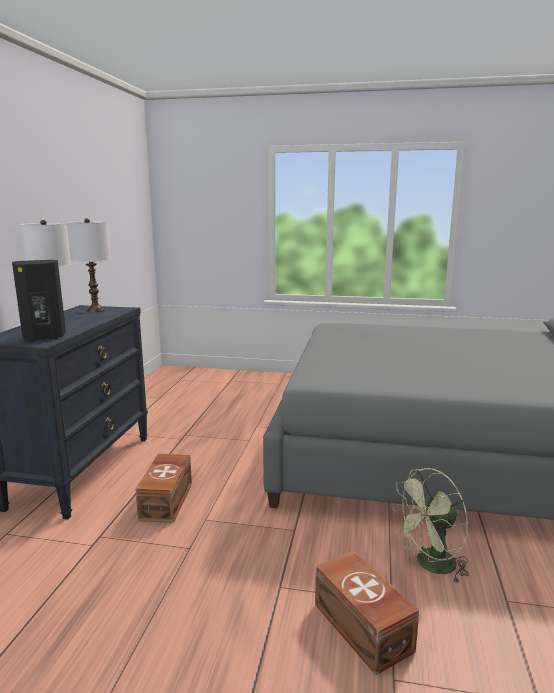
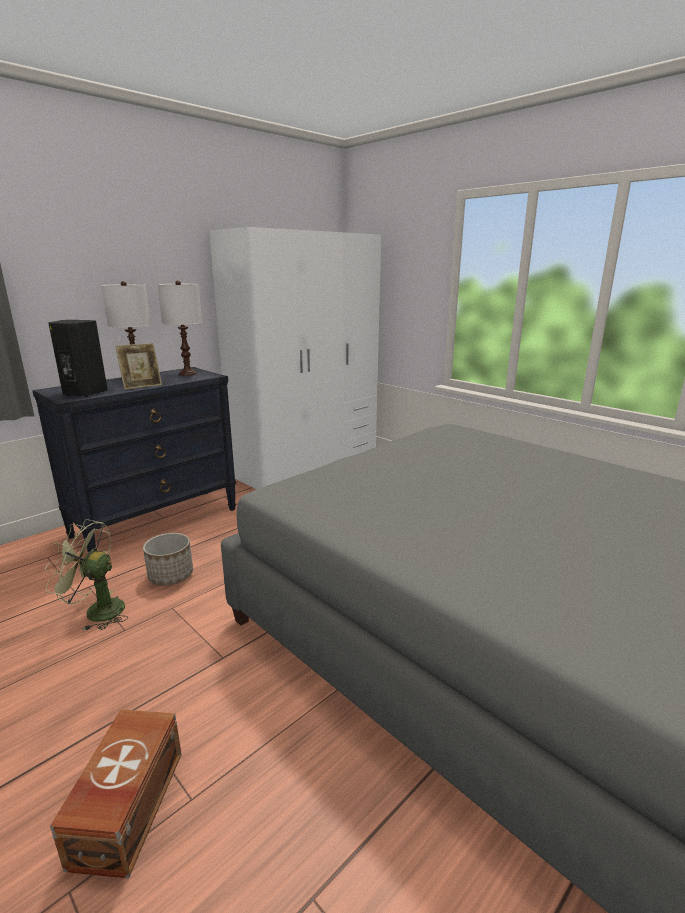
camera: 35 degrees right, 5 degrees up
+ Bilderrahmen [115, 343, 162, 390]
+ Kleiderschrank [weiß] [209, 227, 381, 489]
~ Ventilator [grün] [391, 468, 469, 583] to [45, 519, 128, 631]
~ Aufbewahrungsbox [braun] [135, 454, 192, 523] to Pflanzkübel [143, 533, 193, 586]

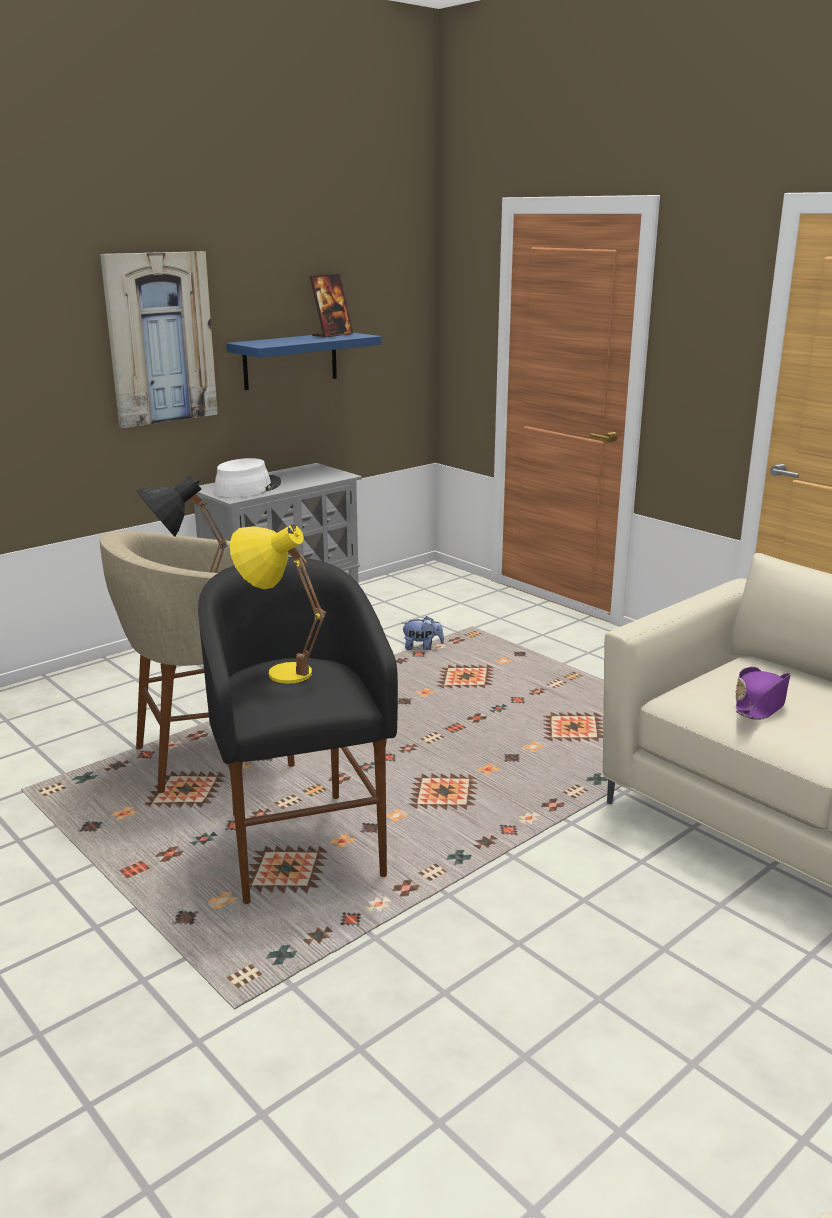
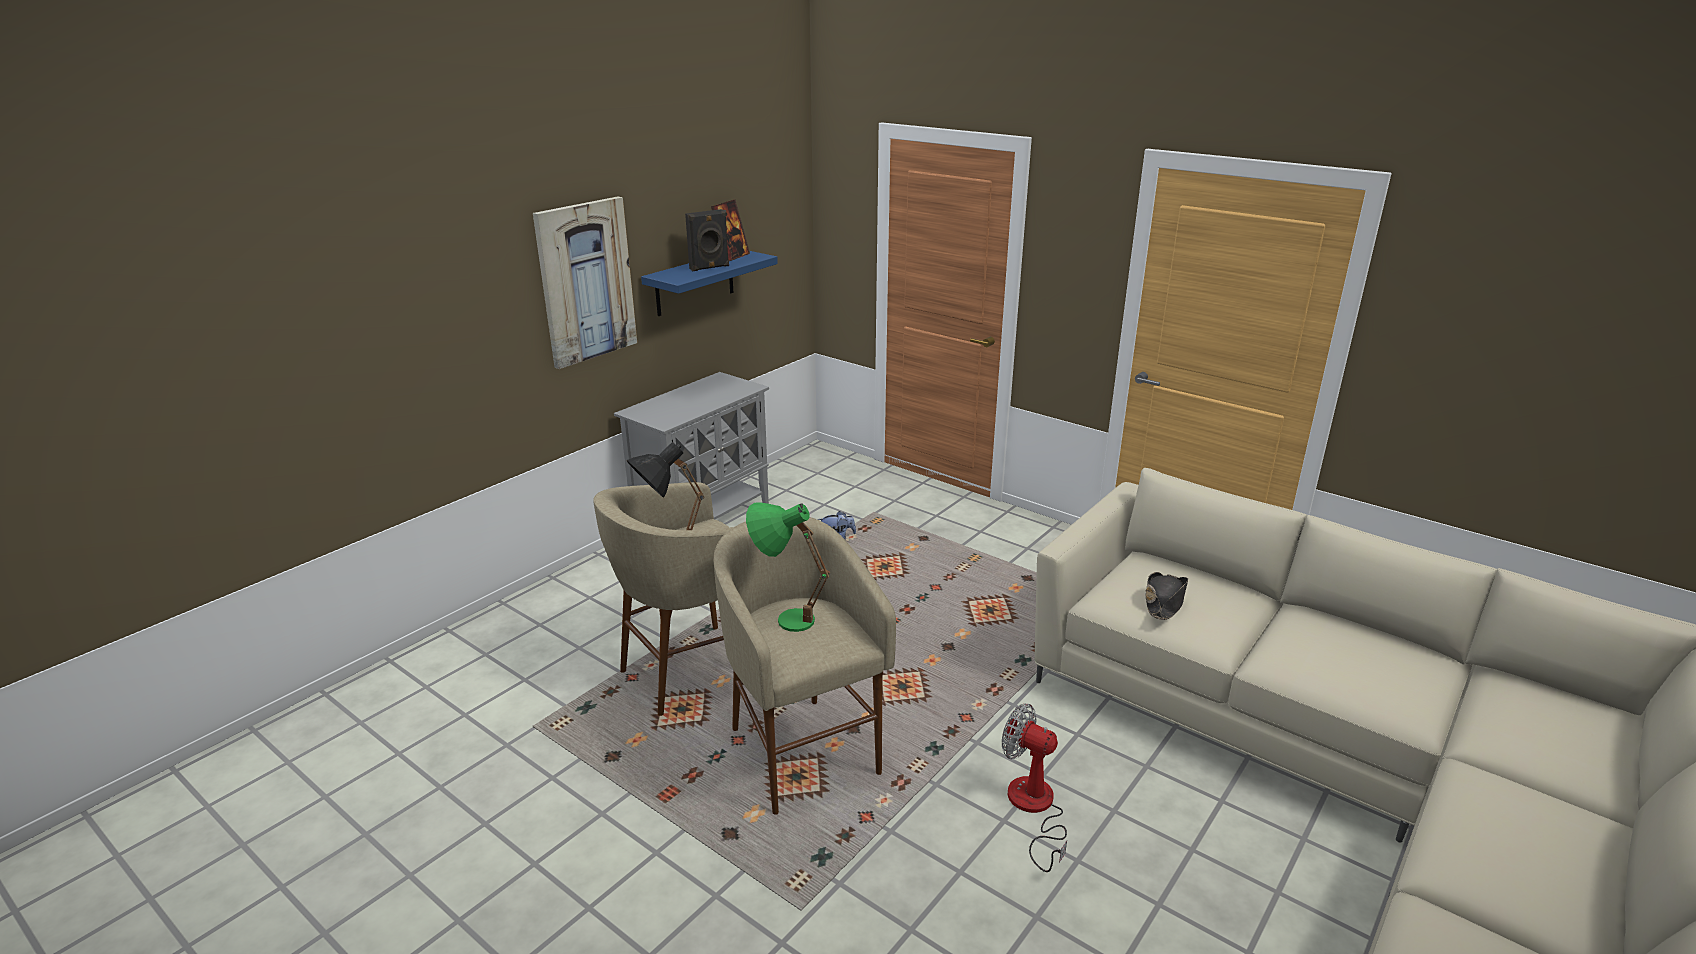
camera: 10 degrees left, 5 degrees up
- Hut [weiß] [214, 458, 281, 497]
+ Lautsprecher [schwarz] [685, 209, 729, 271]
+ Ventilator [1002, 704, 1067, 872]
~ Hocker [schwarz] [198, 557, 398, 904] to Hocker [beige] [714, 517, 896, 815]
~ Tischlampe [gelb] [230, 525, 326, 684] to Tischlampe [grün] [746, 503, 830, 632]
~ Hut [lila] [735, 667, 791, 720] to Hut [schwarz] [1146, 572, 1188, 620]

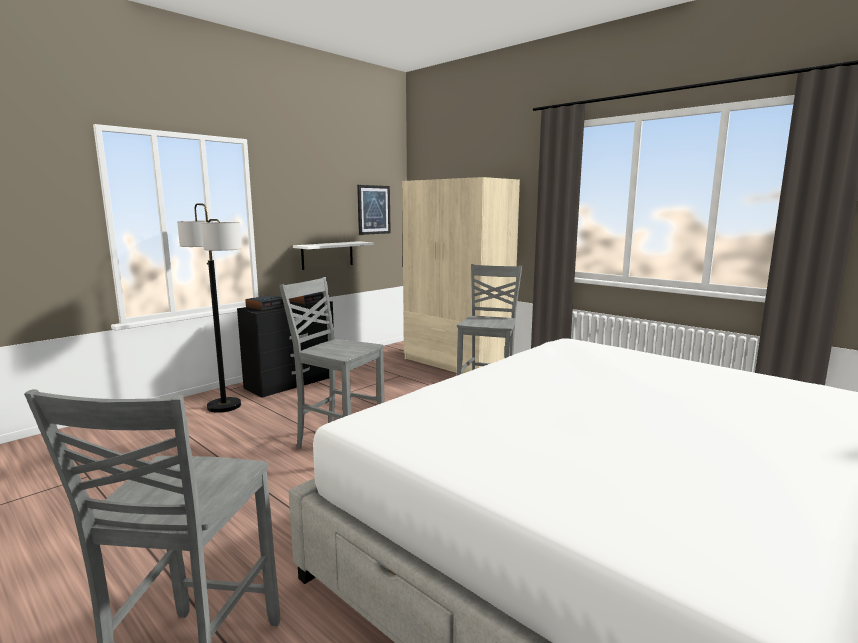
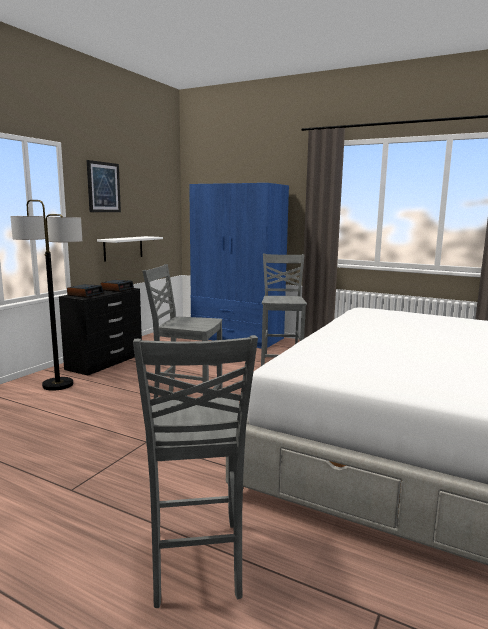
camera: 15 degrees left, 0 degrees up
~ Bild [357, 185, 391, 235] to [87, 160, 121, 212]
~ Kleiderschrank [beige] [402, 177, 520, 374] to Kleiderschrank [blau] [189, 183, 289, 349]

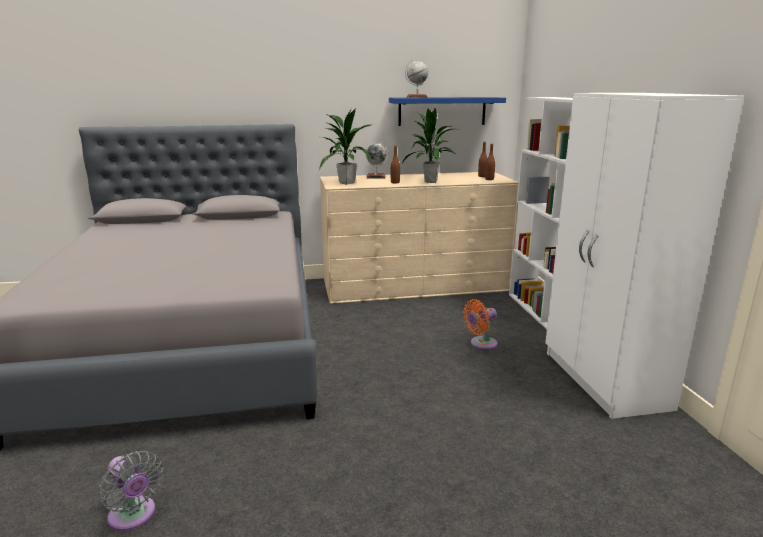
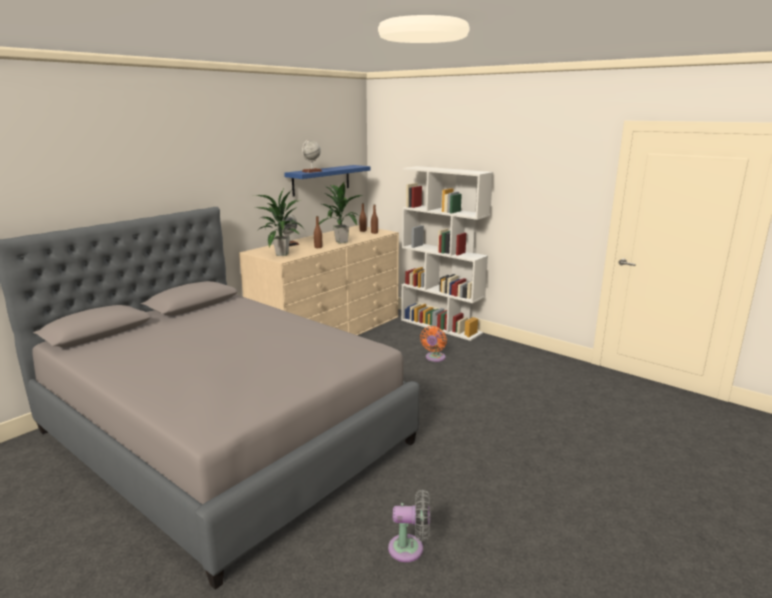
camera: 40 degrees left, 0 degrees up
- Kleiderschrank [weiß] [545, 93, 744, 419]

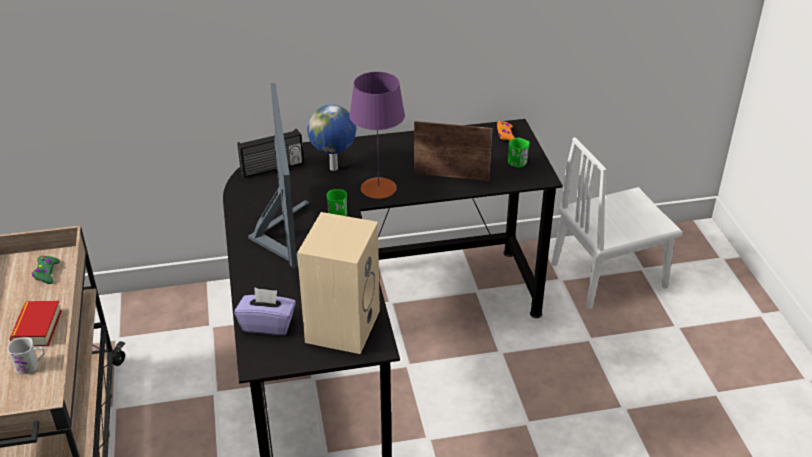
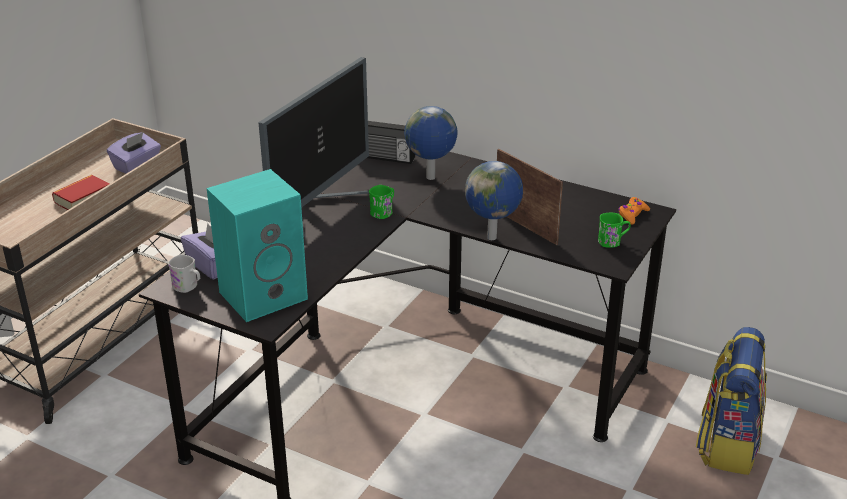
camera: 40 degrees right, 5 degrees down
- Tischlampe [lila] [349, 72, 405, 198]
+ Globus [465, 161, 523, 240]
~ Henkelbecher [weiß] [8, 337, 45, 374] to [168, 254, 200, 293]
~ Gamepad [grün] [32, 256, 60, 284] to Taschentuchbox [lila] [107, 132, 161, 174]
~ Stuhl [weiß] [552, 137, 683, 310] to Rucksack [696, 327, 767, 475]
~ Lautsprecher [beige] [297, 212, 380, 354] to Lautsprecher [türkis] [207, 169, 308, 322]

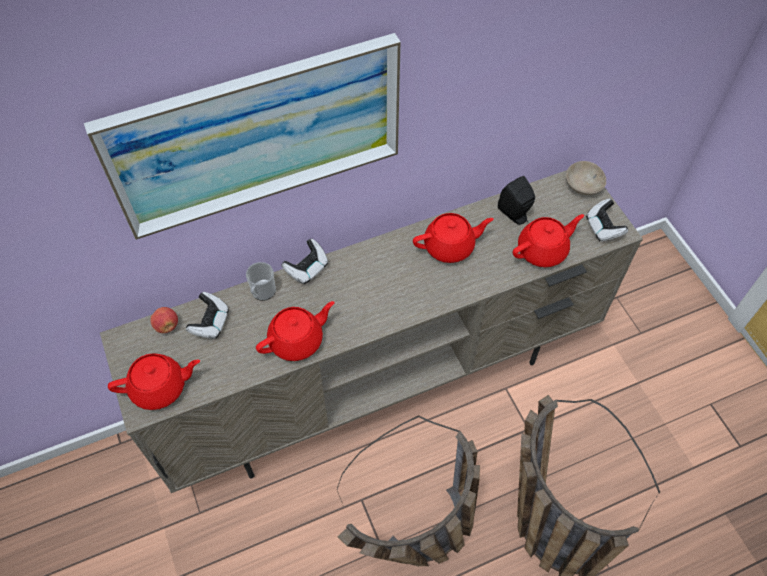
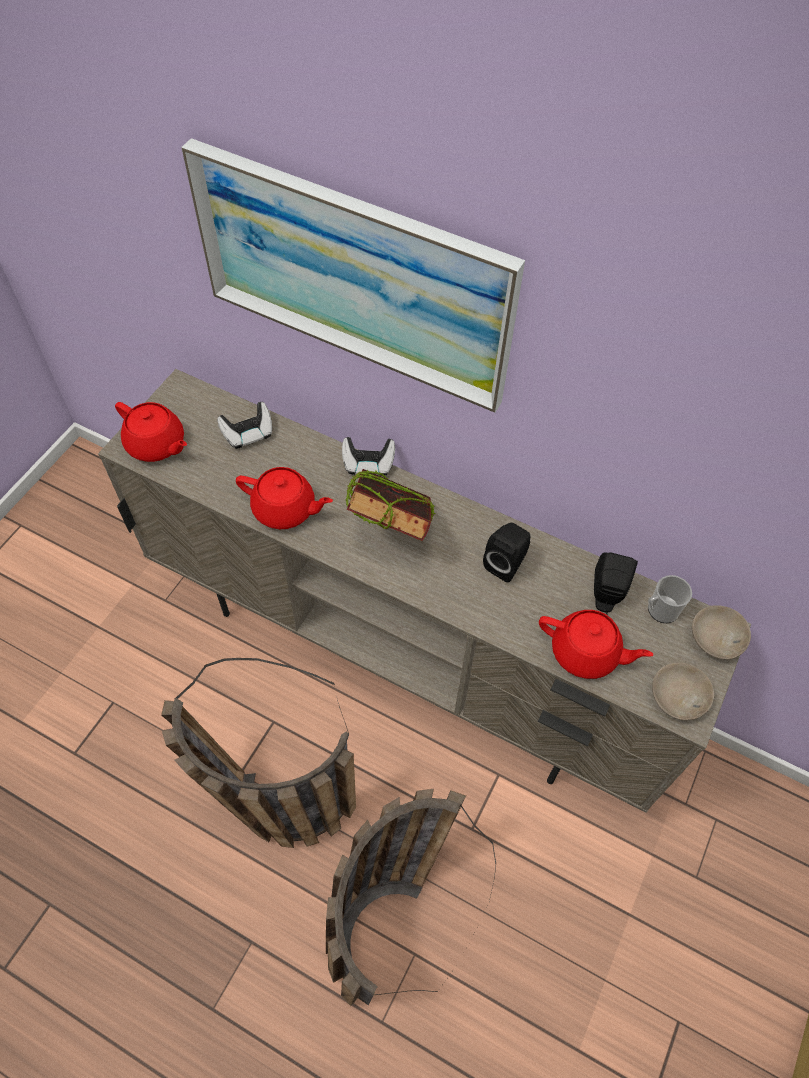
camera: 50 degrees right, 0 degrees up
- Apfel [150, 307, 178, 333]
+ Buch [346, 469, 435, 541]
~ Henkelbecher [246, 262, 276, 301] to [648, 575, 692, 623]
~ Teekanne [rot] [413, 213, 494, 263] to Lautsprecher [schwarz] [483, 523, 530, 582]
~ Gamepad [586, 198, 628, 242] to Schüssel [beige] [652, 663, 714, 721]

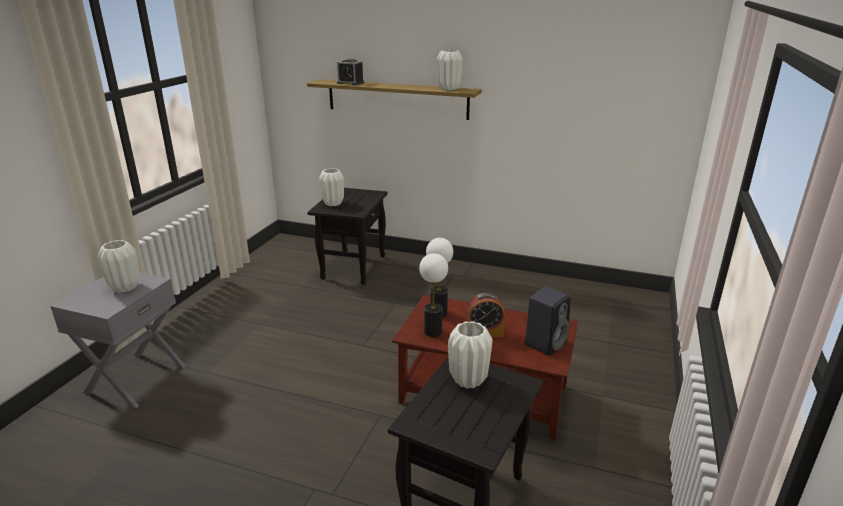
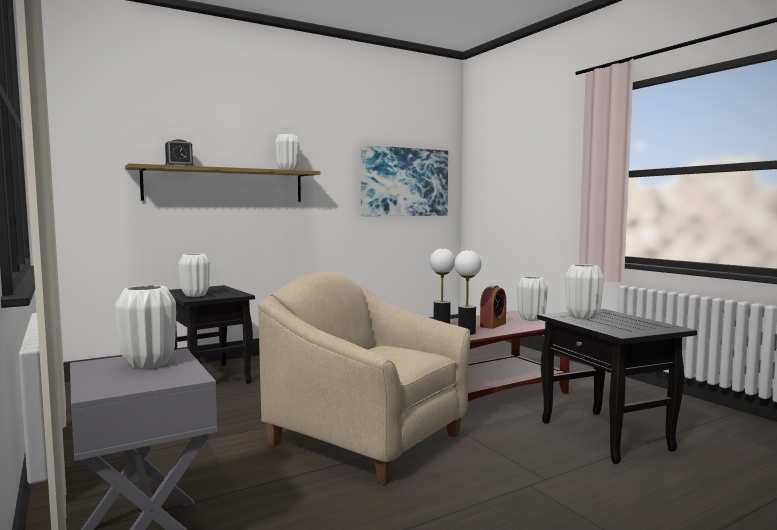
camera: 50 degrees left, 20 degrees down
+ Sessel [beige] [258, 272, 470, 485]
+ Bild [361, 145, 448, 216]
~ Lautsprecher [schwarz] [525, 287, 571, 356] to Vase [weiß] [517, 276, 548, 321]

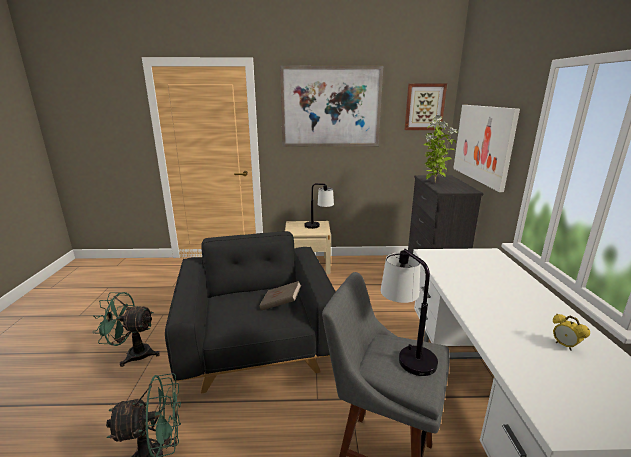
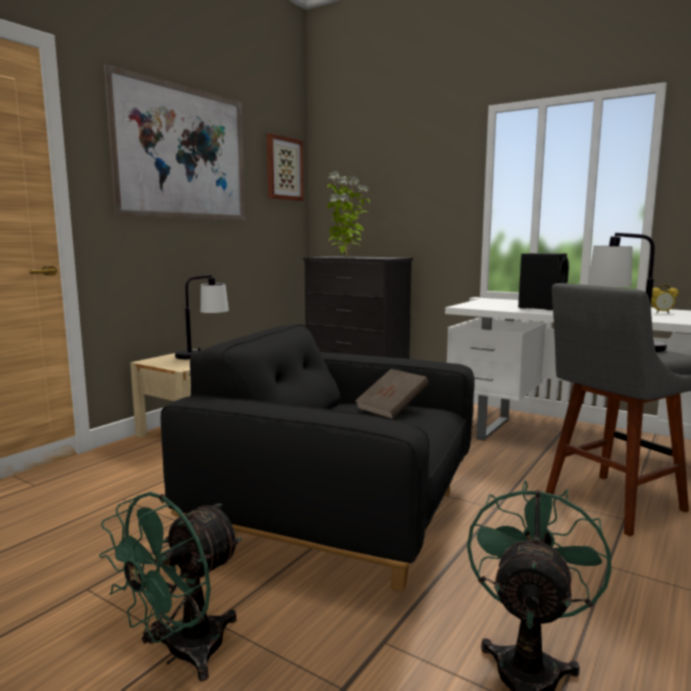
camera: 55 degrees left, 10 degrees down
- Bild [453, 105, 520, 192]
+ Lautsprecher [schwarz] [518, 253, 569, 310]

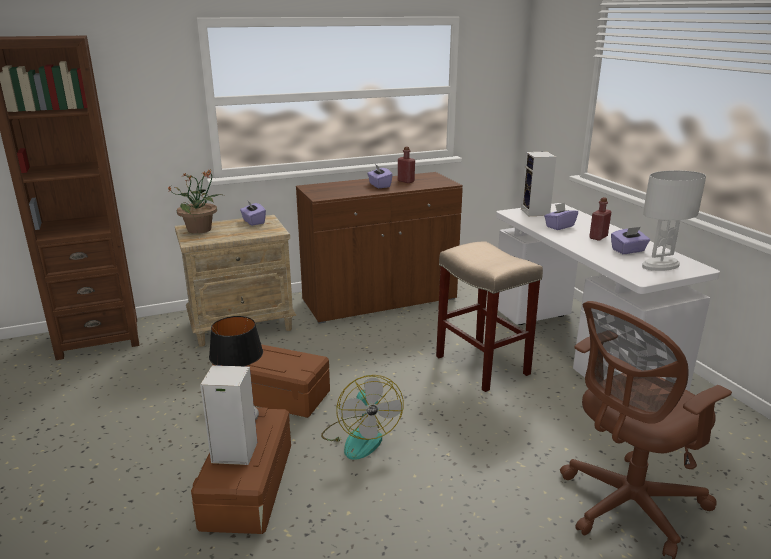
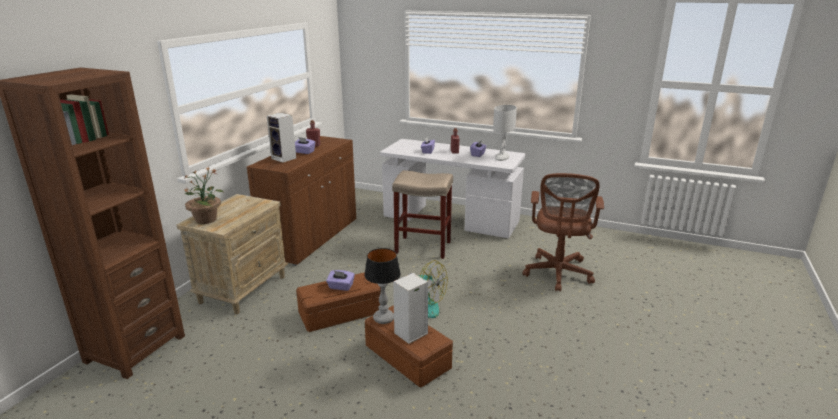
camera: 45 degrees left, 0 degrees up
~ Taschentuchbox [lila] [240, 200, 266, 226] to [326, 270, 355, 291]
~ Lautsprecher [521, 151, 556, 216] to [267, 112, 296, 163]

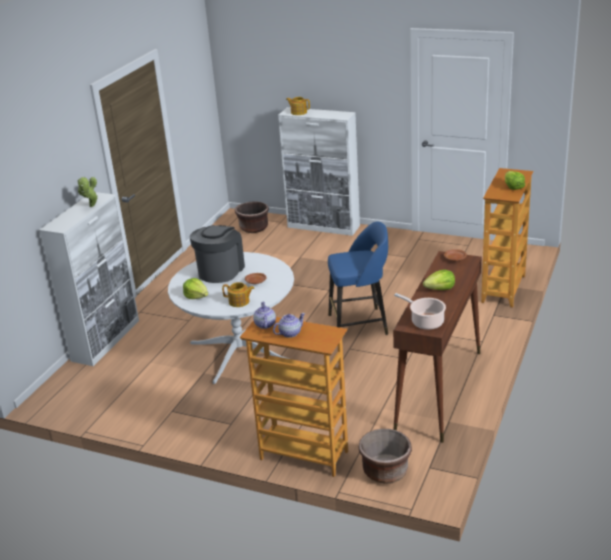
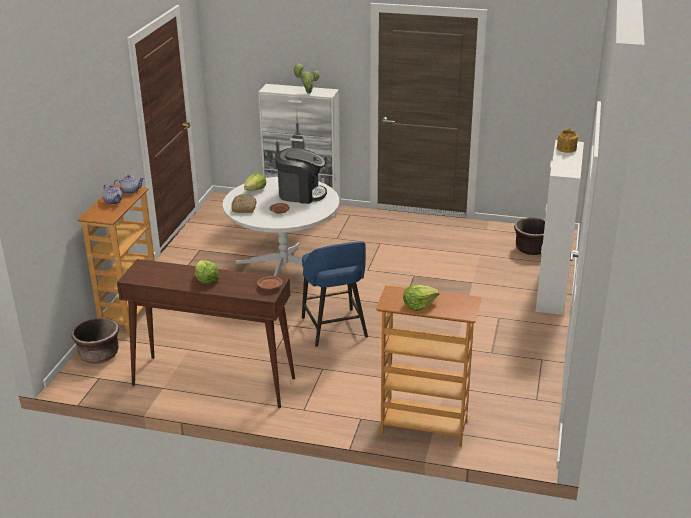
camera: 80 degrees right, 0 degrees up
- Kochtopf [394, 293, 446, 330]
~ Teekanne [222, 282, 254, 307] to Brot [232, 194, 256, 213]

